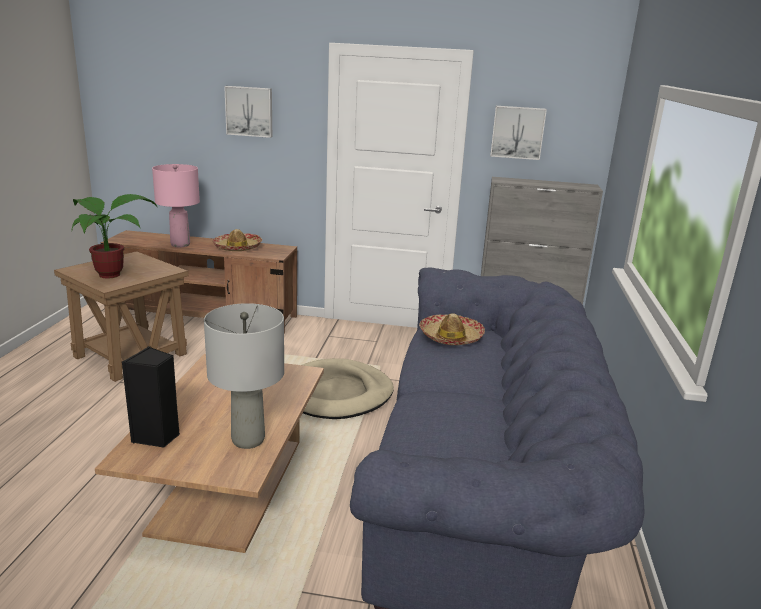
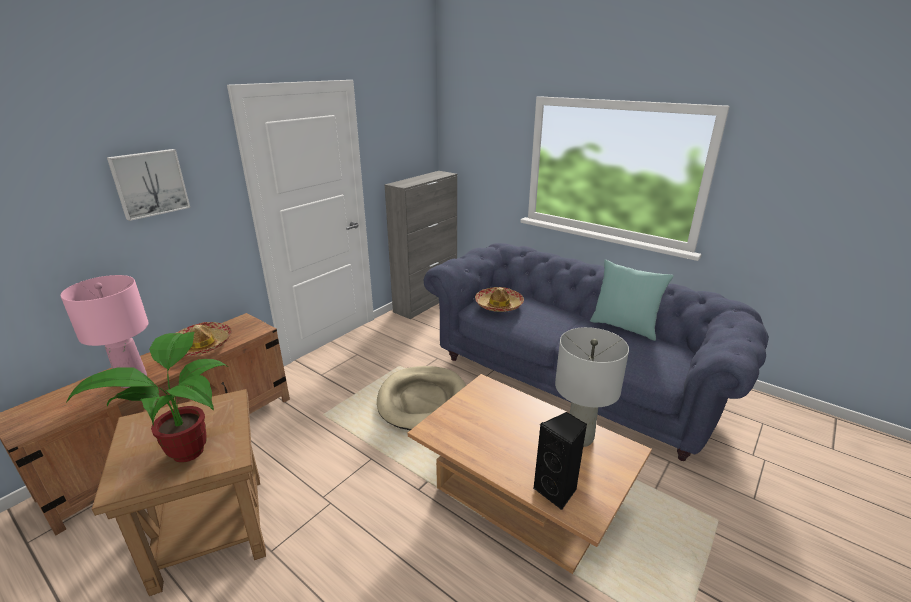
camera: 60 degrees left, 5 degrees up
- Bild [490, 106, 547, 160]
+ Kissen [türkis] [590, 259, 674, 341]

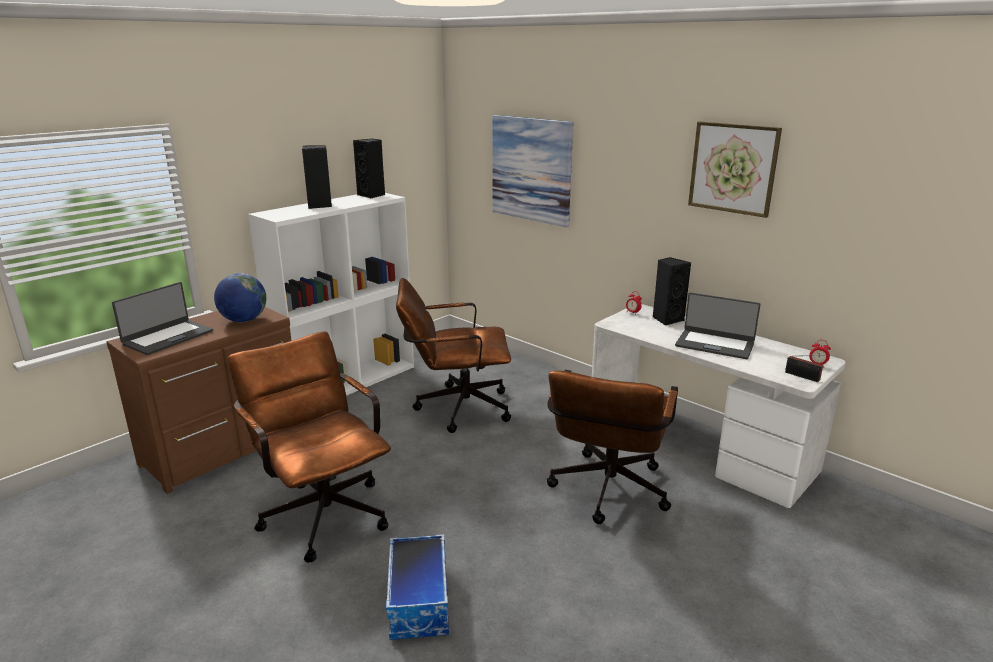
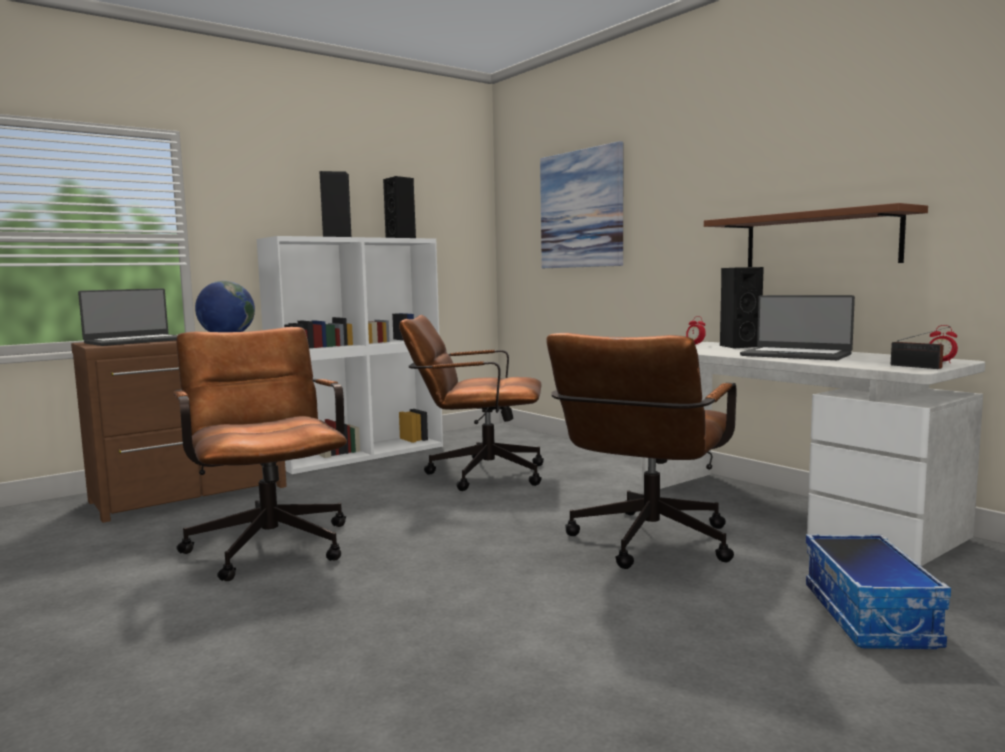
camera: 10 degrees right, 15 degrees down
- Bild [688, 122, 782, 218]
+ Wandregal [braun] [704, 203, 928, 267]
~ Aufbewahrungsbox [386, 534, 449, 640] to [806, 534, 951, 649]

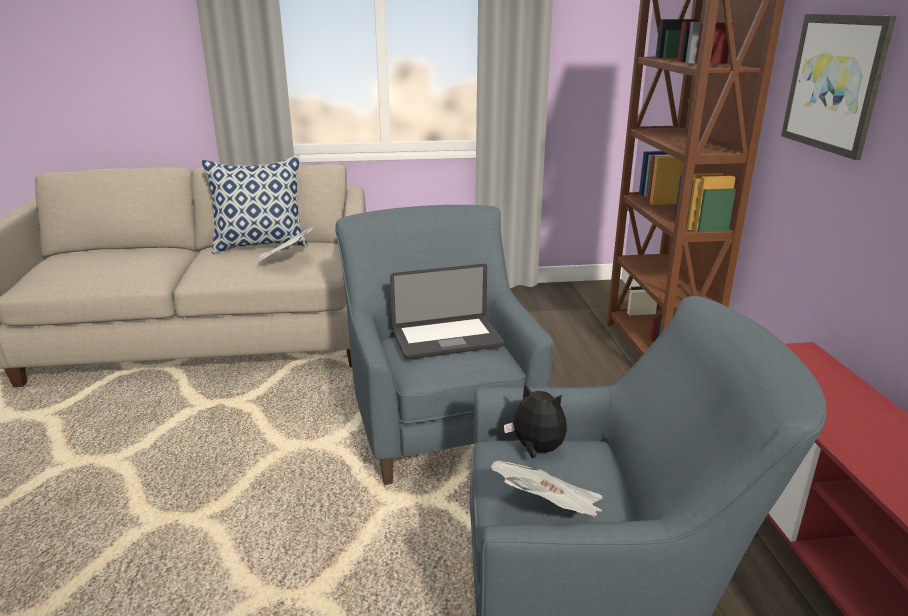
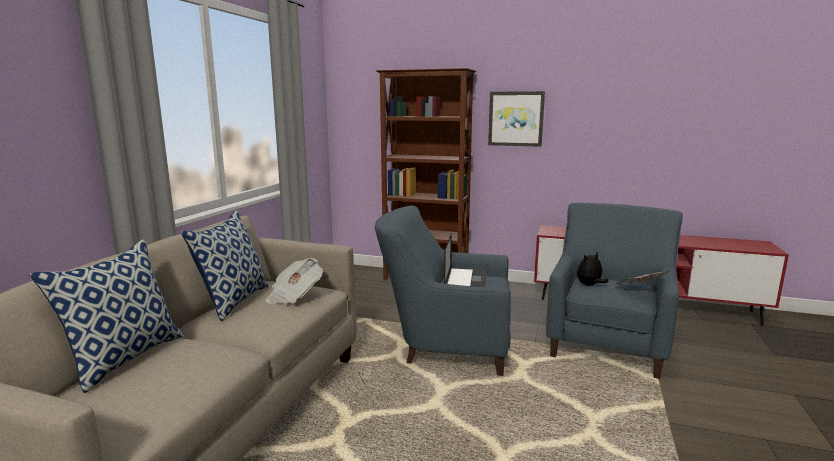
camera: 65 degrees left, 10 degrees down
+ Kissen [30, 239, 184, 393]

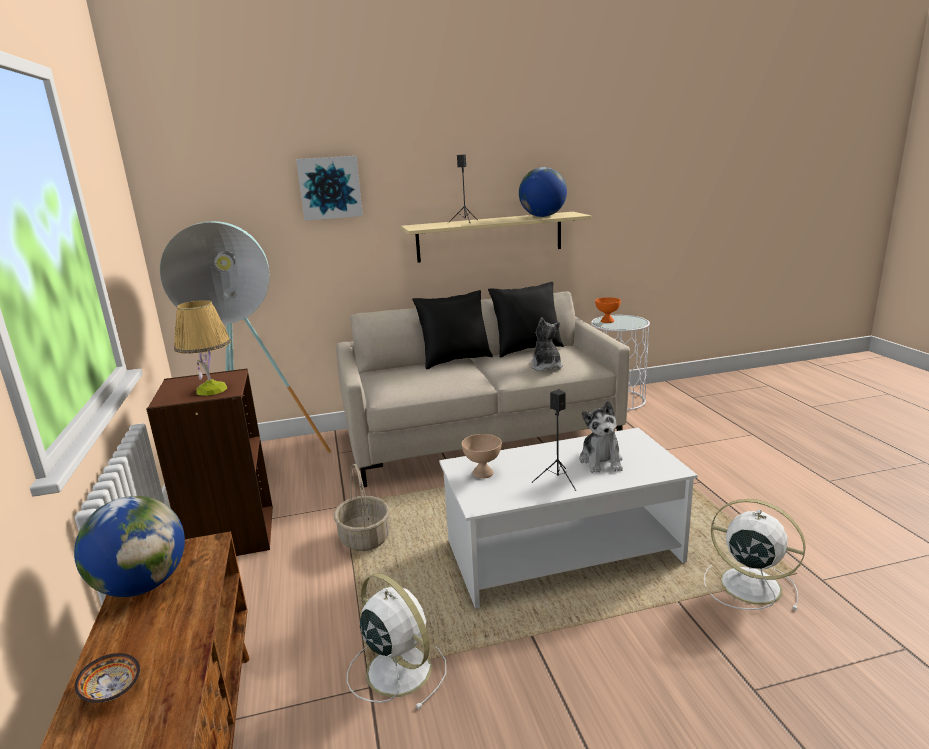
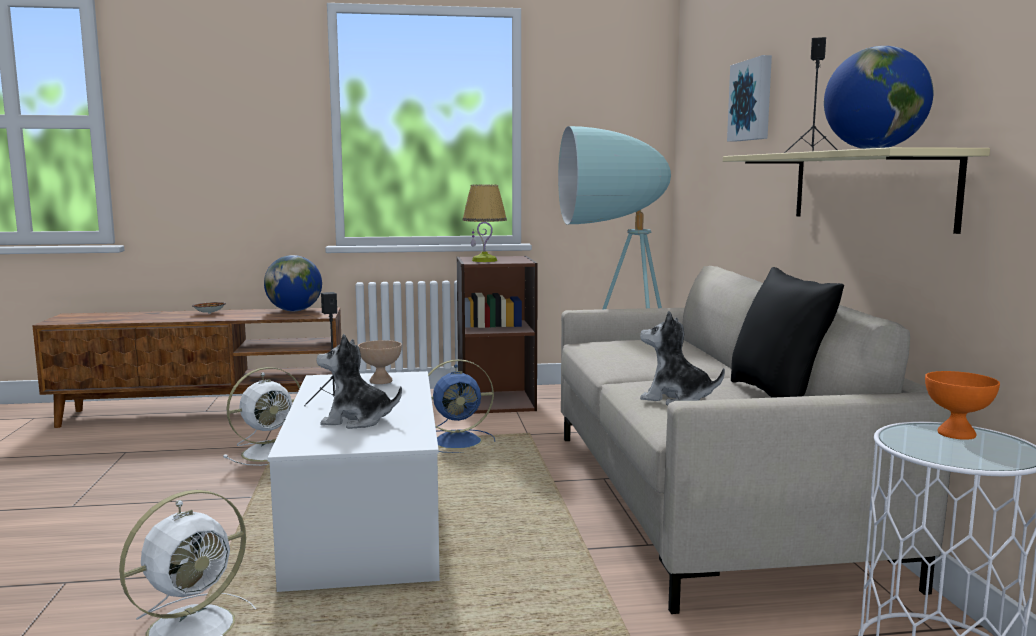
camera: 95 degrees right, 10 degrees down
- Kissen [schwarz] [412, 290, 493, 369]
~ Korb [334, 464, 390, 551] to Ventilator [blau] [428, 359, 495, 453]
~ Plüschtier [531, 317, 563, 371] = [640, 311, 725, 406] 150 degrees counterclockwise

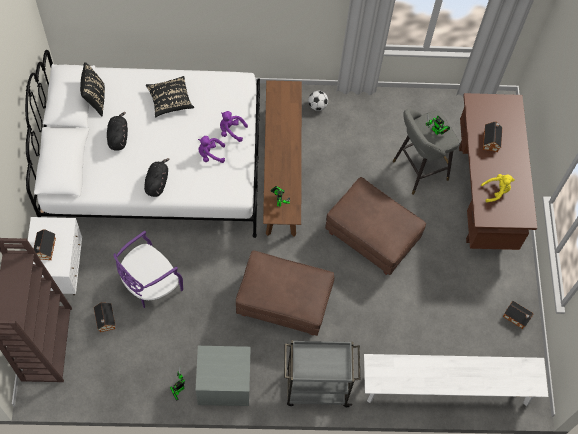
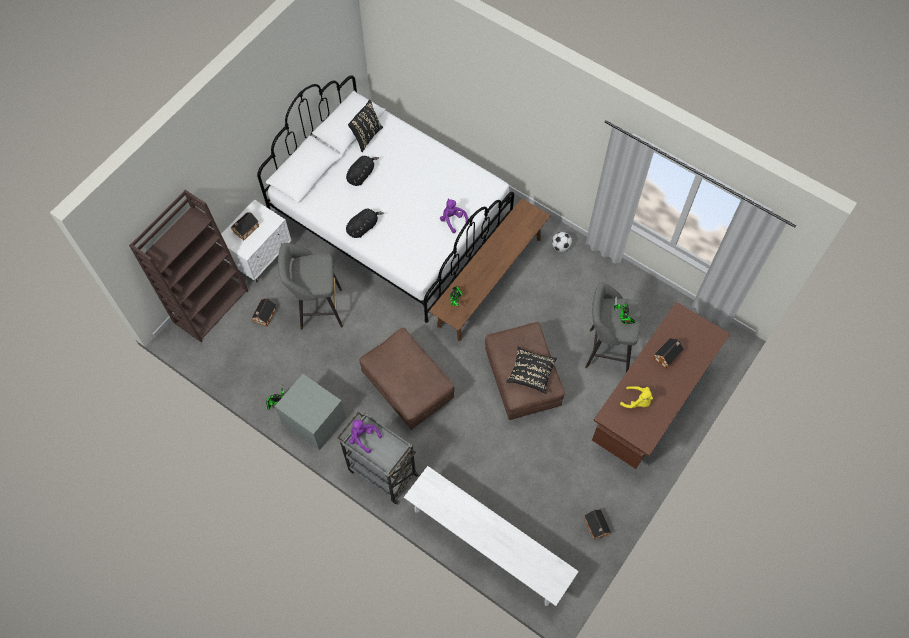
camera: 40 degrees right, 0 degrees up
~ Kissen [schwarz] [146, 76, 194, 117] to [506, 347, 557, 394]
~ Plüschtier [lila] [198, 136, 225, 163] to [349, 419, 382, 453]
~ Stuhl [lila] [114, 231, 183, 308] to Hocker [grau] [278, 243, 343, 330]

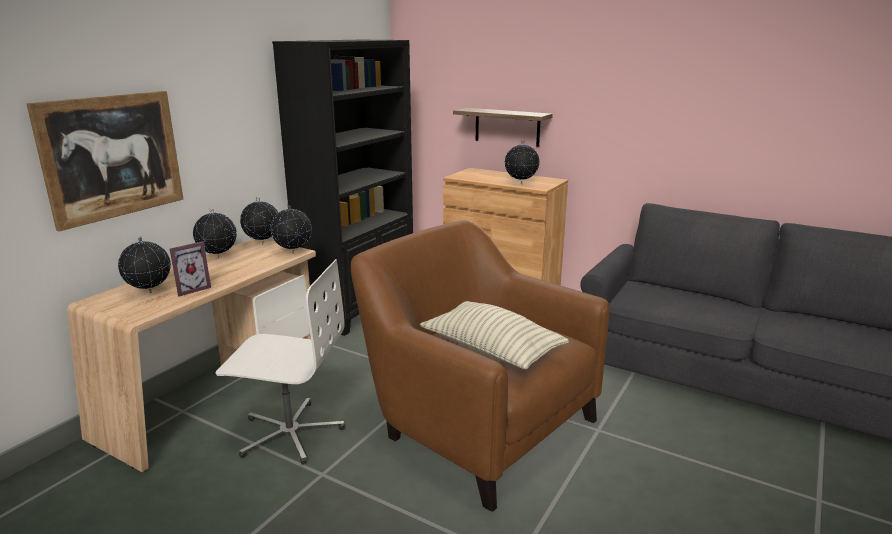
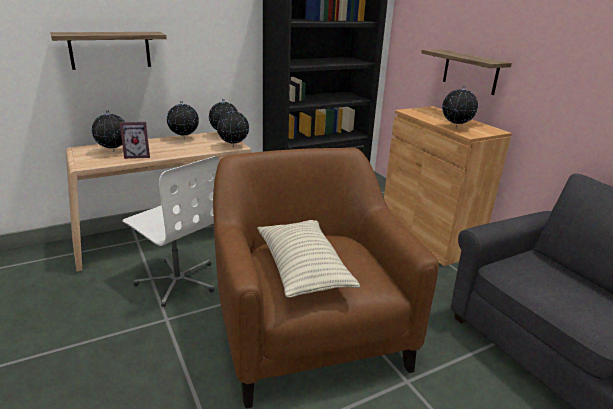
camera: 30 degrees right, 5 degrees up
~ Bild [26, 91, 183, 231] to Wandregal [50, 32, 167, 70]

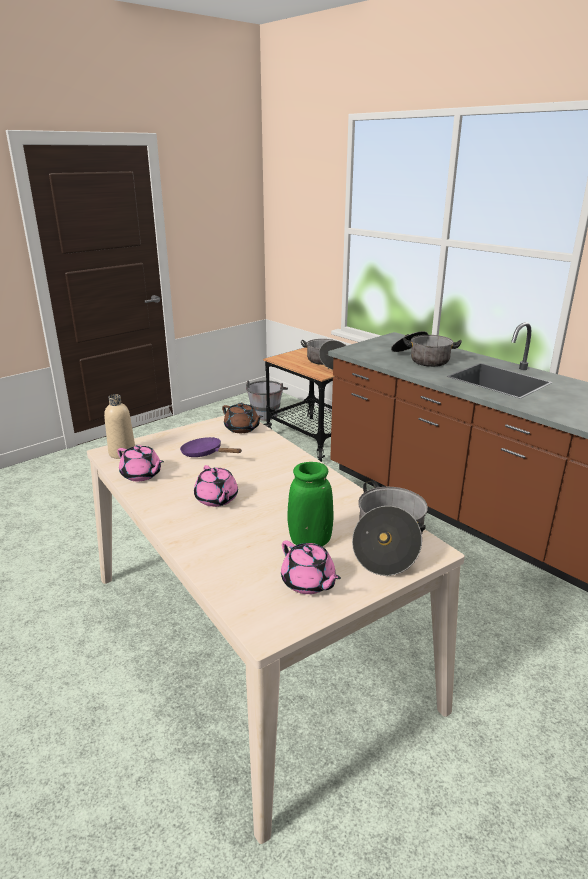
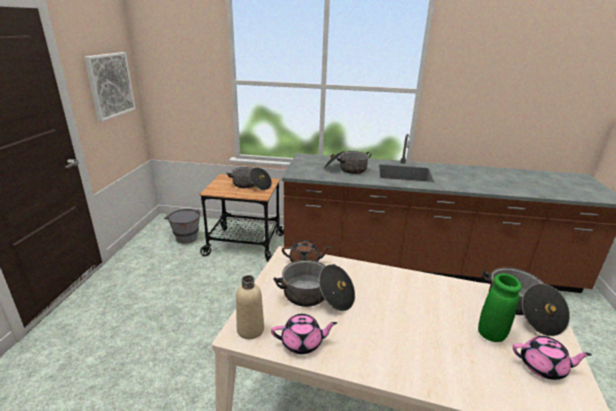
camera: 40 degrees left, 0 degrees up
- Teekanne [rosa] [194, 465, 238, 507]
+ Bild [84, 52, 135, 121]
~ Pfanne [lila] [180, 437, 242, 457] to Kochtopf [273, 260, 355, 311]

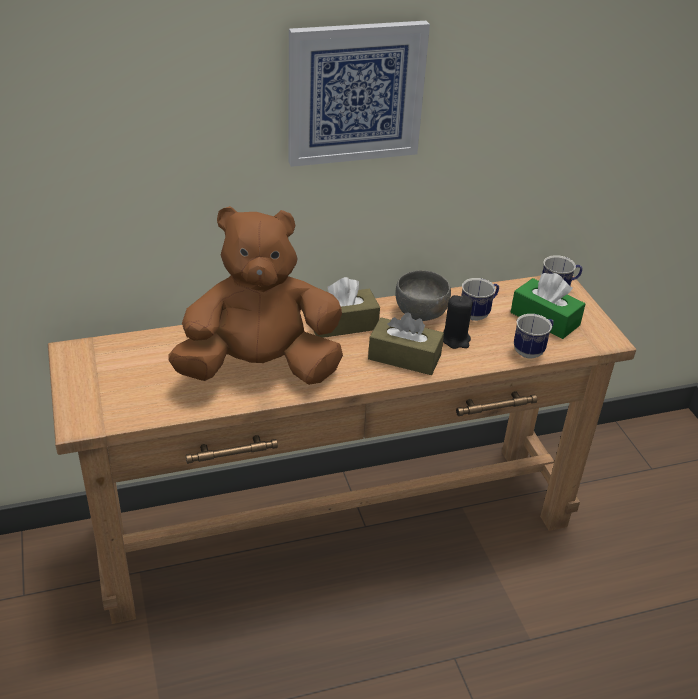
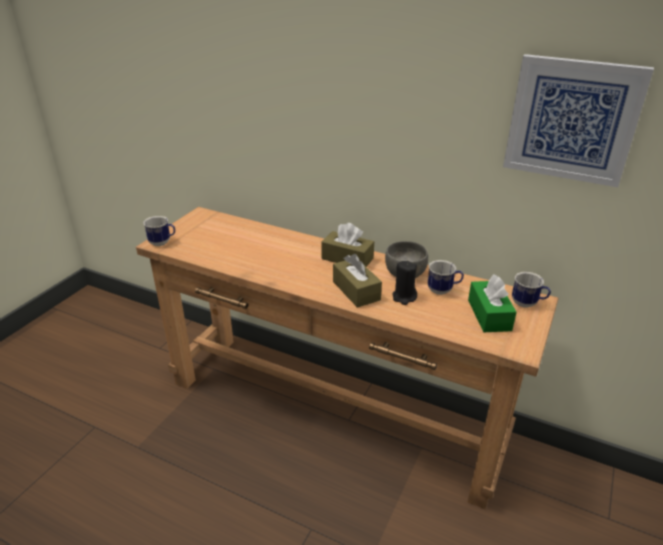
camera: 45 degrees right, 5 degrees down
- Plüschtier [braun] [168, 206, 343, 385]
~ Bild [288, 21, 430, 167] to [503, 54, 654, 187]
~ Henkelbecher [514, 314, 554, 359] to [143, 216, 175, 246]

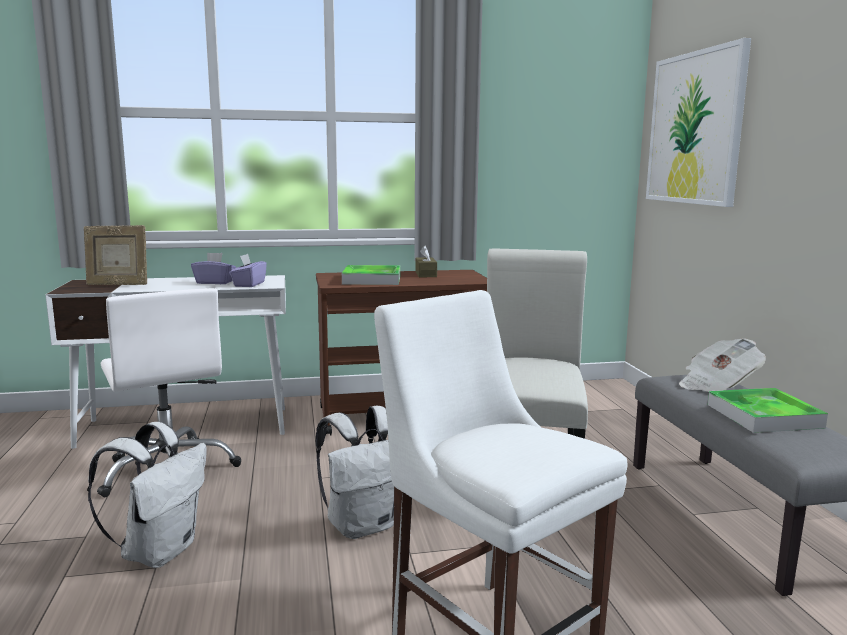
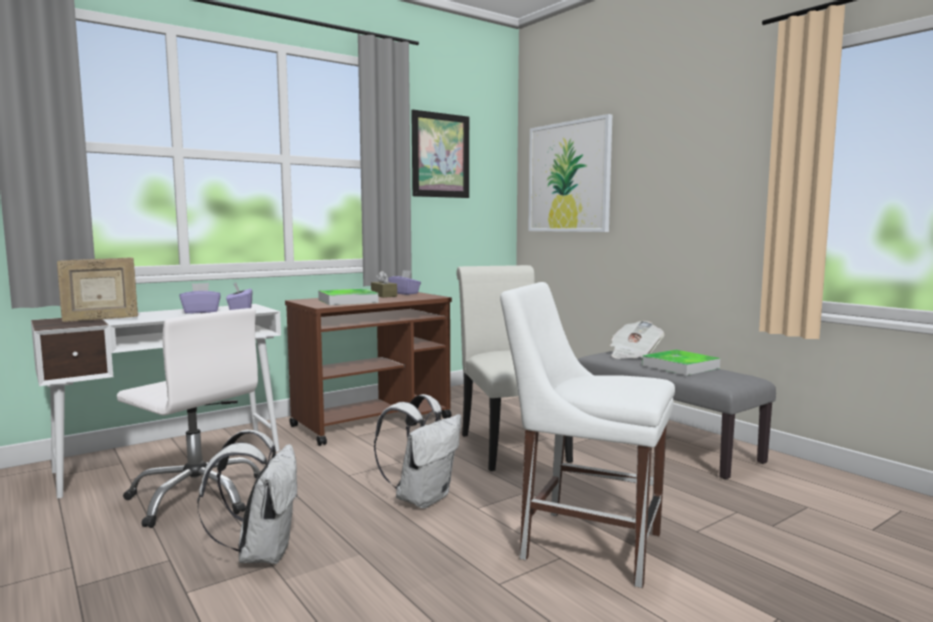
camera: 25 degrees left, 5 degrees down
+ Taschentuchbox [lila] [388, 270, 421, 295]
+ Bild [411, 110, 469, 198]

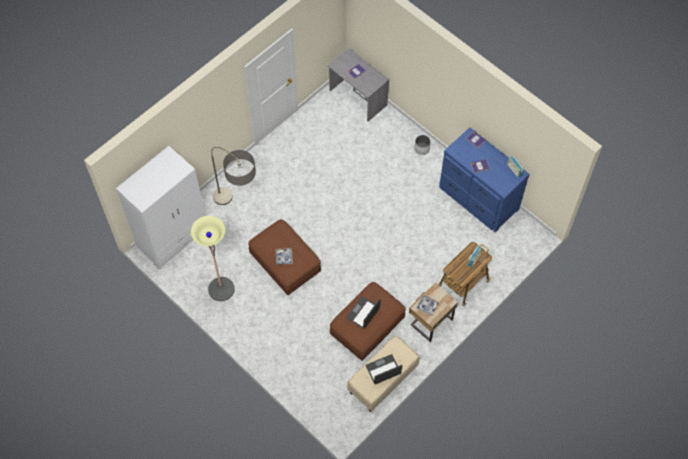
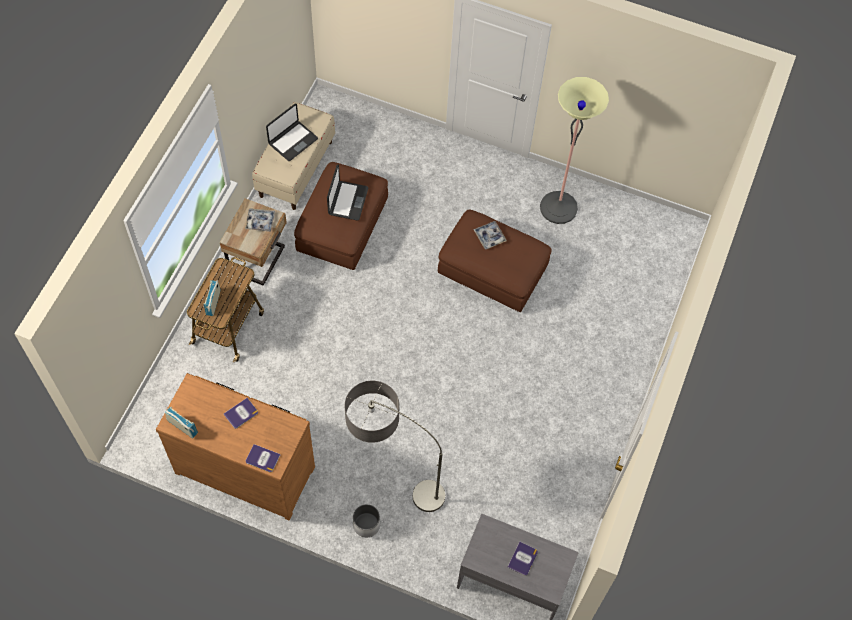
camera: 155 degrees right, 0 degrees up
- Kleiderschrank [weiß] [116, 146, 206, 269]
~ Stehlampe [211, 147, 256, 205] to [345, 381, 445, 512]
~ Kommode [blau] [439, 128, 530, 233] to Kommode [braun] [156, 373, 315, 520]

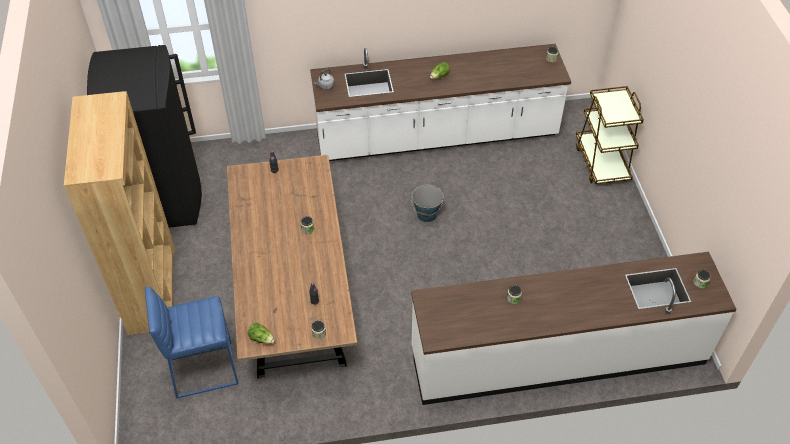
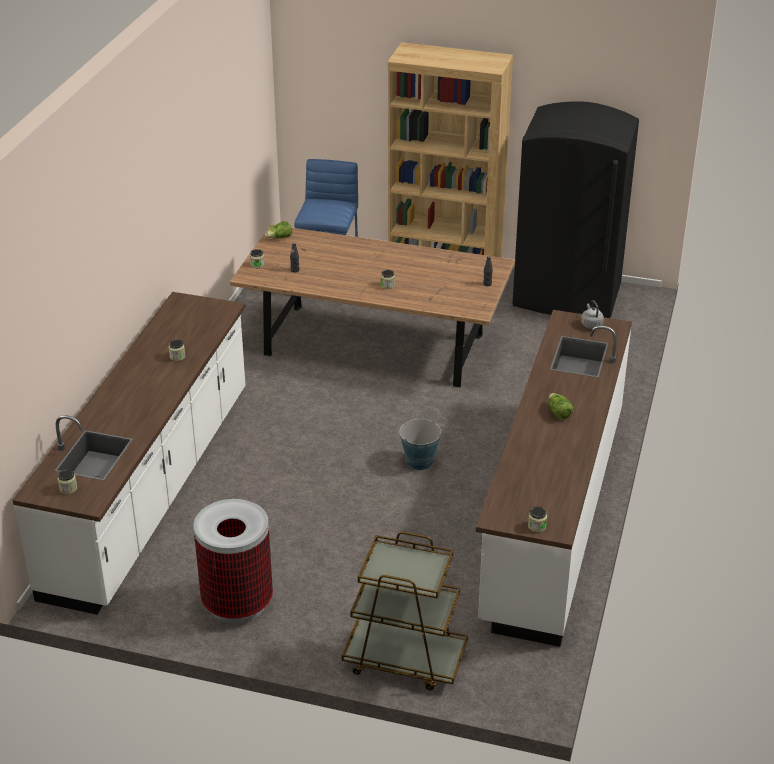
camera: 115 degrees right, 15 degrees down
+ Mülleimer [194, 499, 273, 624]

